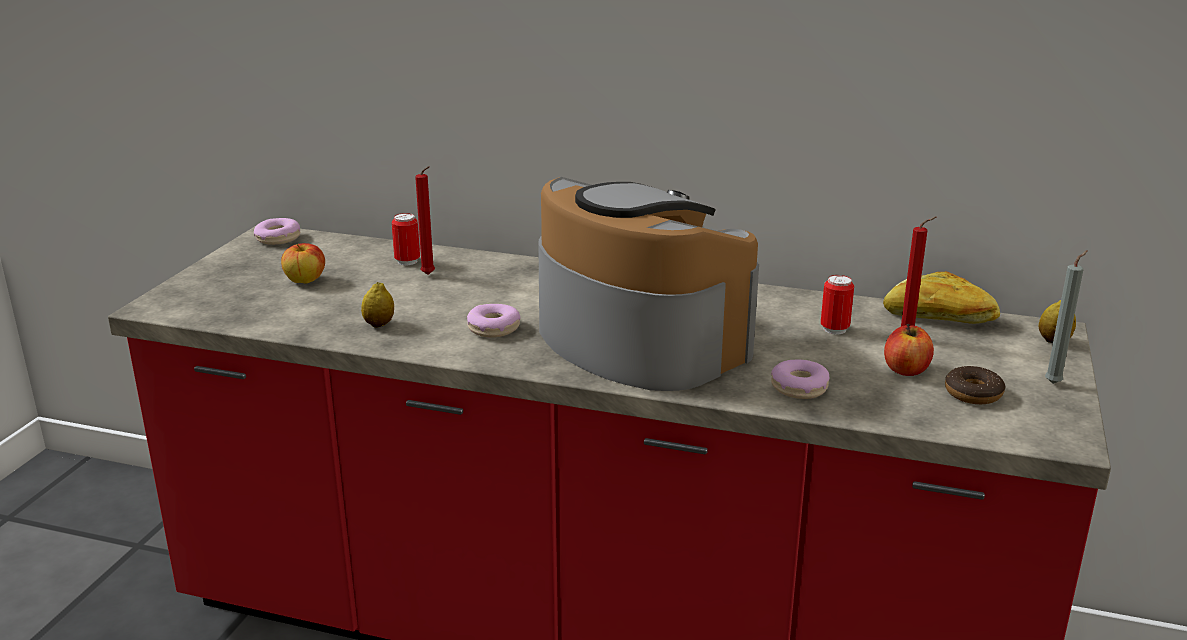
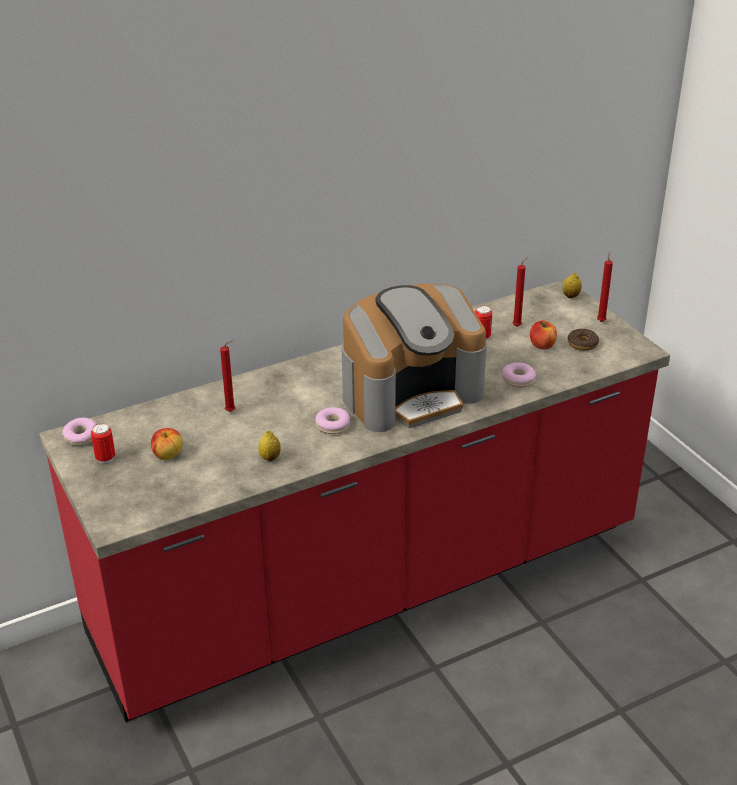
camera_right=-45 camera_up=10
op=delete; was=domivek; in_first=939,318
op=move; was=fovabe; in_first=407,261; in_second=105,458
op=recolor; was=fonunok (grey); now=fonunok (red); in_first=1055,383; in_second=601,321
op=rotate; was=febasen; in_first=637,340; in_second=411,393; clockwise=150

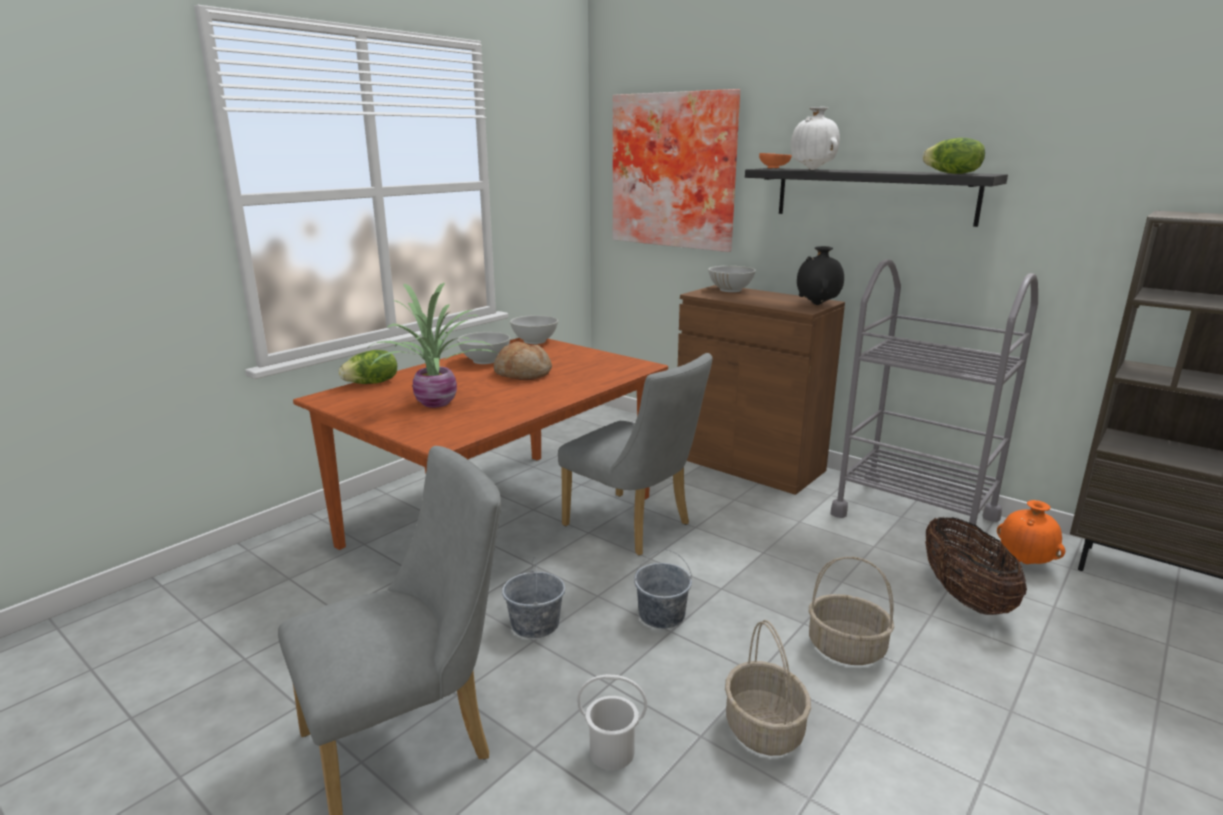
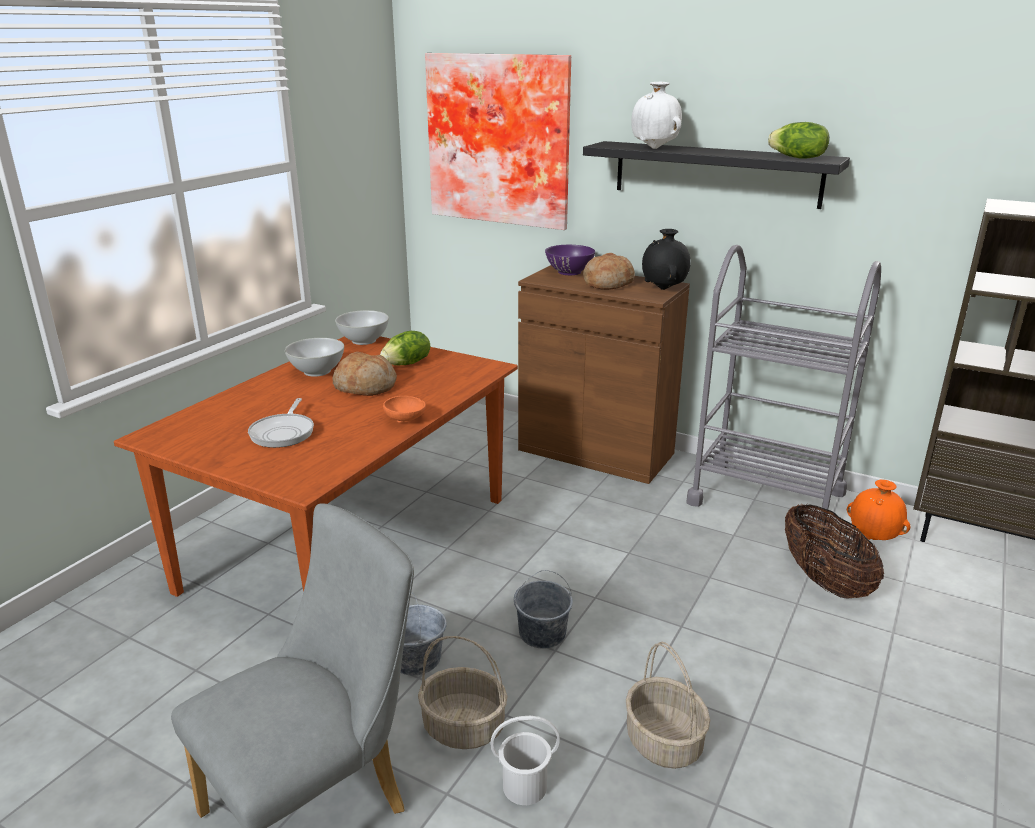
camera_right=-10 camera_up=5
op=delete; was=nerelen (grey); in_first=634,527
op=insert; now=domivek; in_second=608,283
op=move; was=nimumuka; in_first=372,383; in_second=407,364
op=move; was=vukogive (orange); in_first=775,168; in_second=406,420
op=move; was=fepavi; in_first=845,648; in_second=462,728
op=replace; was=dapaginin; now=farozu; in_first=438,402; in_second=284,432
op=recolor; was=vukogive (white); now=vukogive (purple); in_first=730,290; in_second=569,272

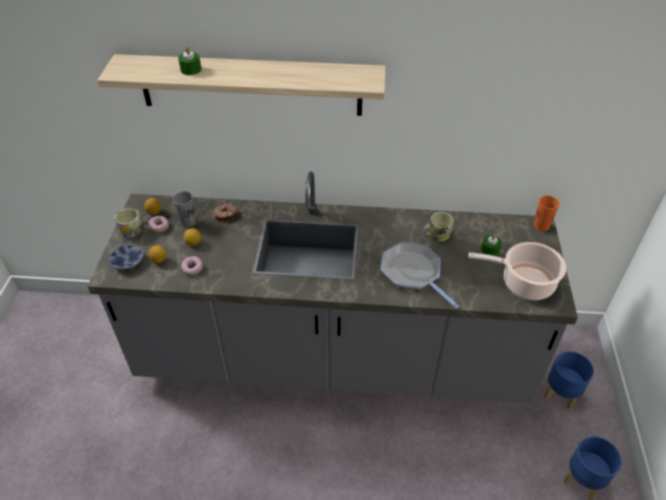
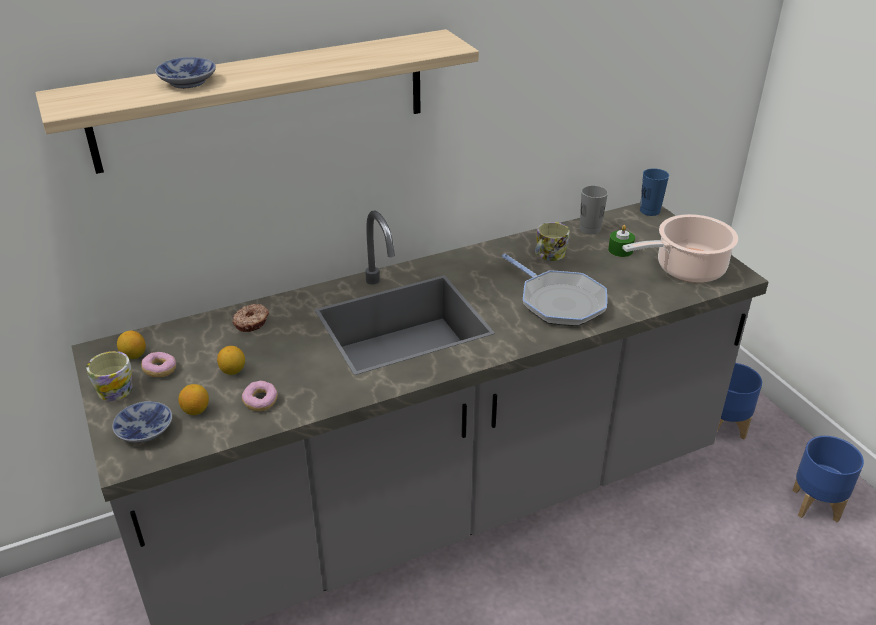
camera_right=-30 camera_up=-10
op=move; was=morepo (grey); in_first=188,221; in_second=590,229
op=replace; was=fonunok (green); now=vukogive; in_first=191,69; in_second=186,81
op=recolor; was=morepo (orange); now=morepo (blue); in_first=541,225; in_second=650,211
op=rotate; was=farozu; in_first=413,273; in_second=559,302; clockwise=-150

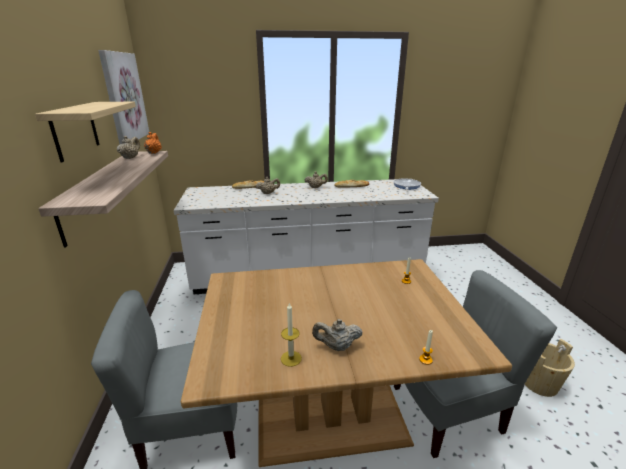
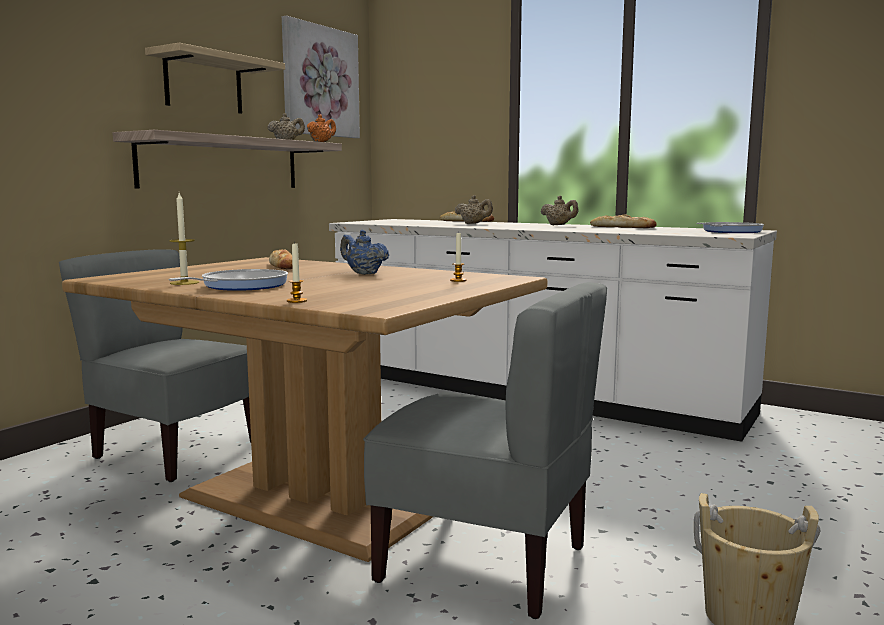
camera_right=40 camera_up=-15
op=insert; now=domivek; in_second=283,266
op=insert; now=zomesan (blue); in_second=363,273
op=replace; was=zomesan (beige); now=farozu; in_first=337,346; in_second=240,286

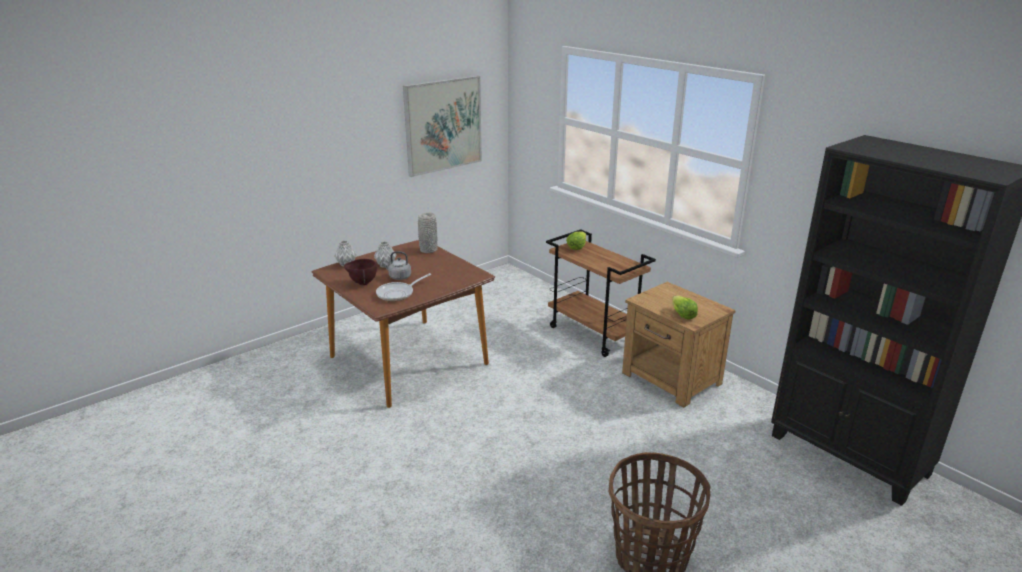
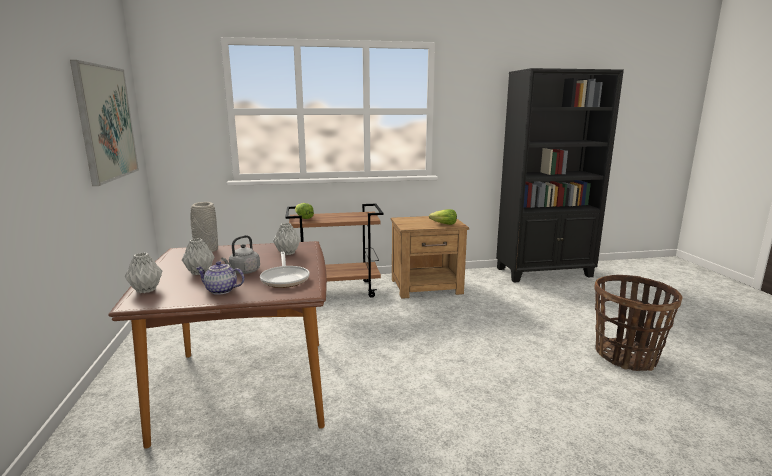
camera_right=-60 camera_up=-10
op=insert; now=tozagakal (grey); in_second=287,253
op=replace; was=vukogive (brown); now=zomesan; in_first=362,283; in_second=220,291

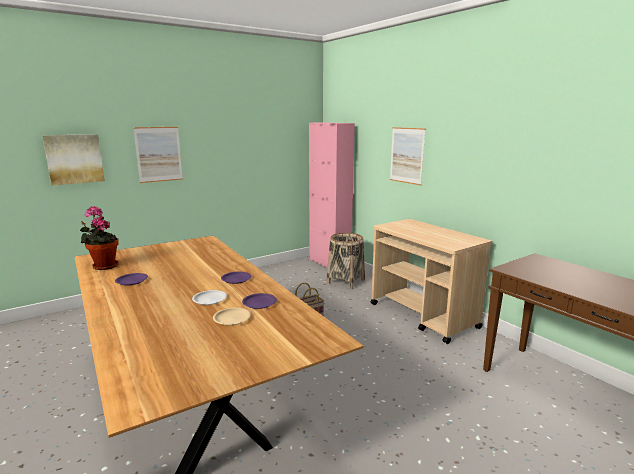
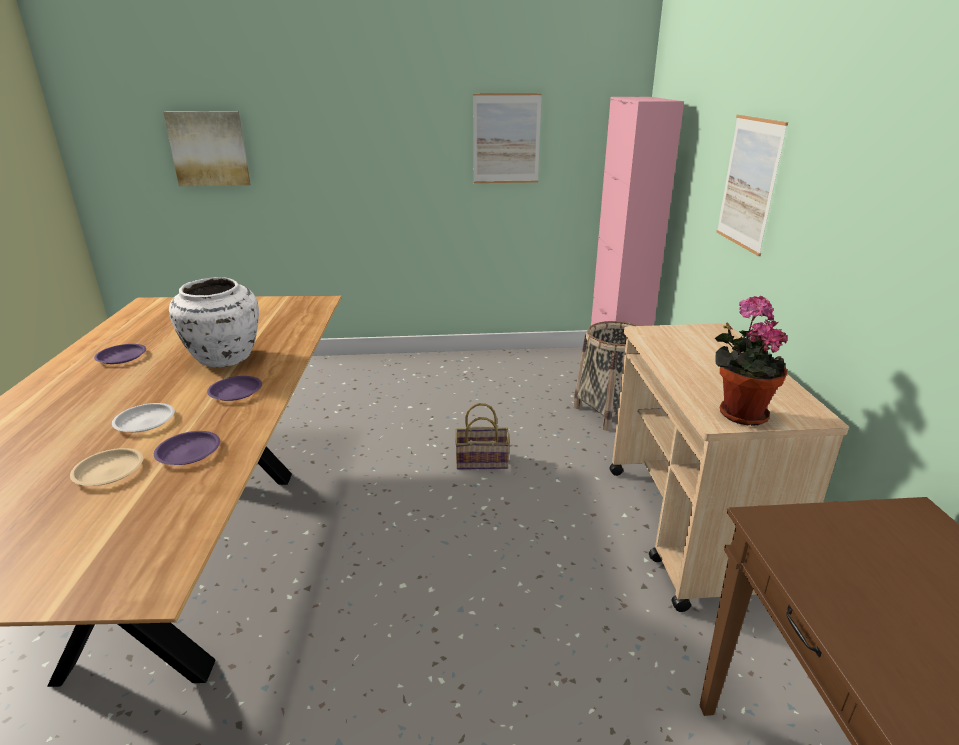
camera_right=30 camera_up=10
op=insert; now=tozagakal (white); in_second=223,359
op=move; was=dapaginin; in_first=103,266; in_second=738,413
op=move; was=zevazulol; in_first=159,154; in_second=506,139

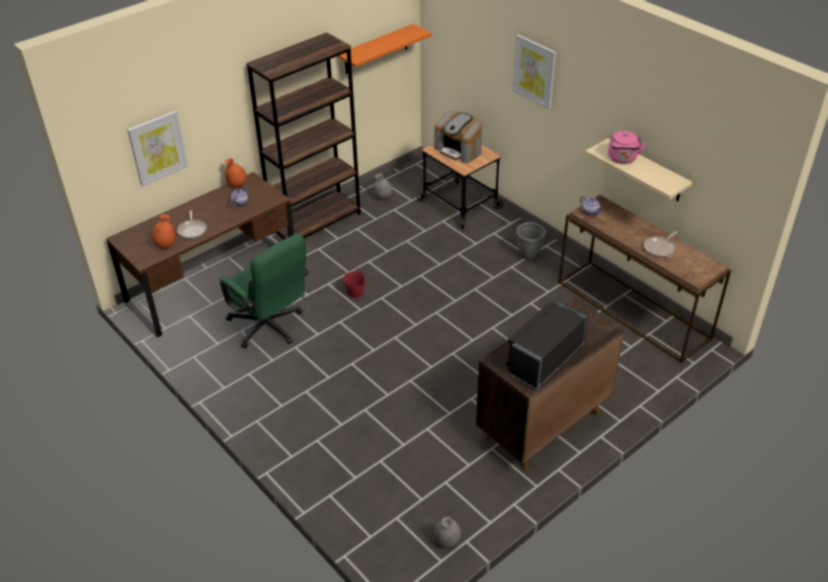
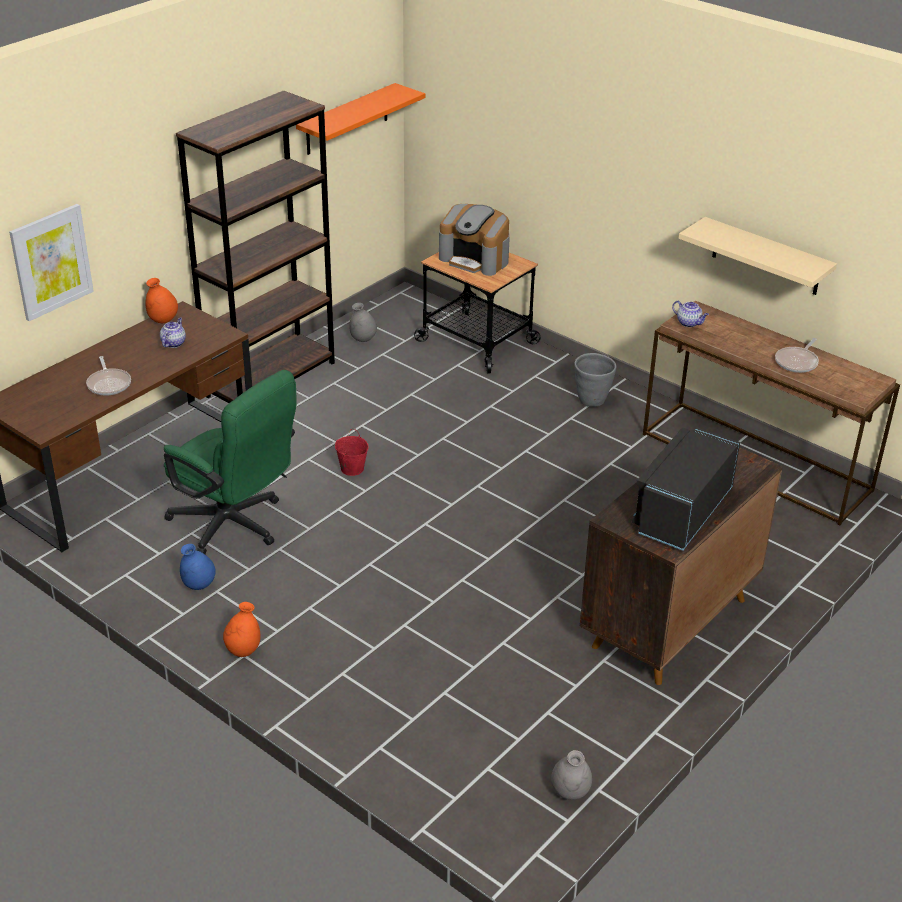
camera_right=-10 camera_up=-5
op=delete; was=zevazulol; in_first=534,71
op=delete; was=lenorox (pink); in_first=622,159
op=insert; now=tozagakal (blue); in_second=199,585
op=move; was=tozagakal (orange); in_first=166,245; in_second=243,650

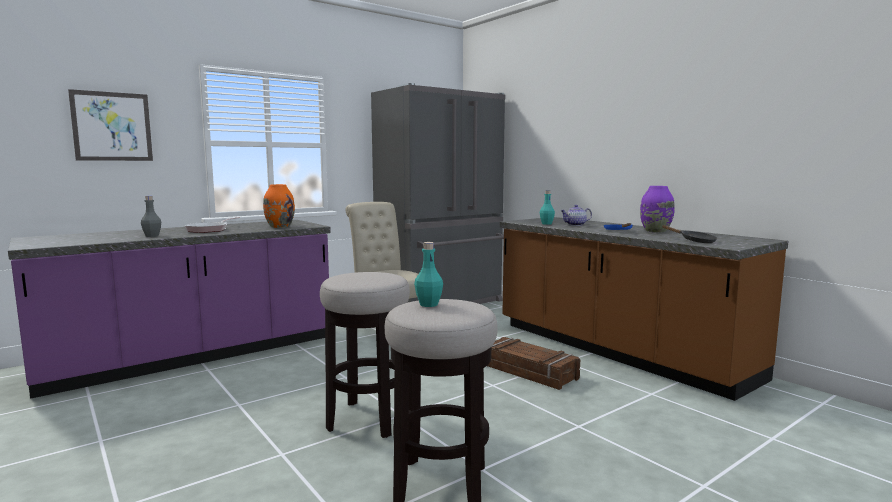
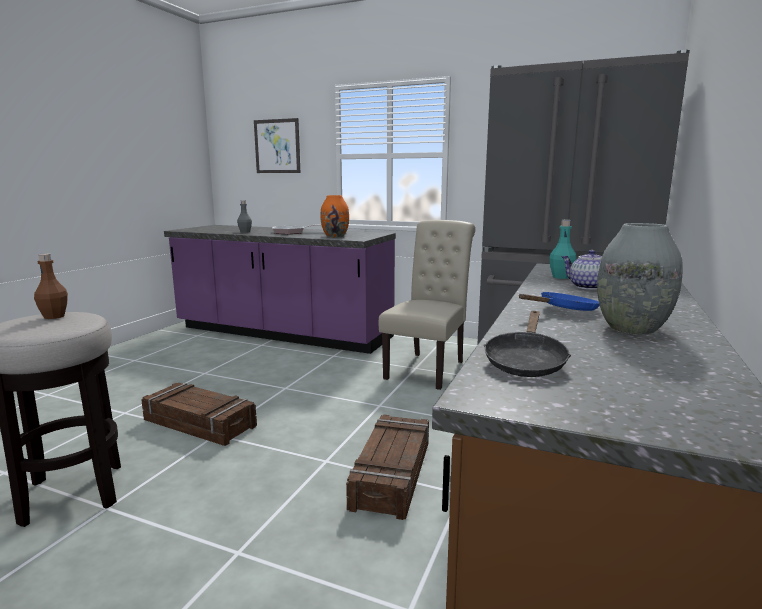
camera_right=60 camera_up=5
op=replace; was=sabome; now=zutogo; in_first=368,419; in_second=199,423
op=recolor; was=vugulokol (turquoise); now=vugulokol (brown); in_first=428,304; in_second=54,316
op=recolor; was=tozagakal (purple); now=tozagakal (grey); in_first=655,231; in_second=631,328

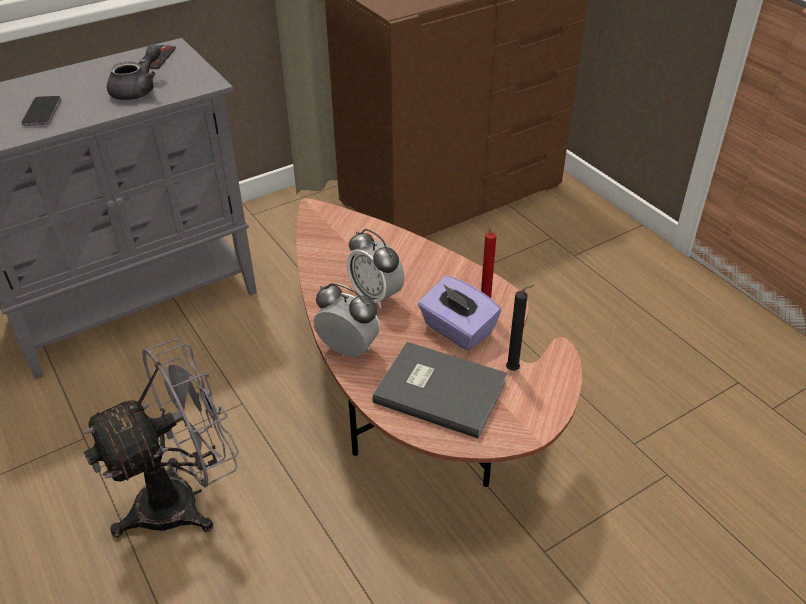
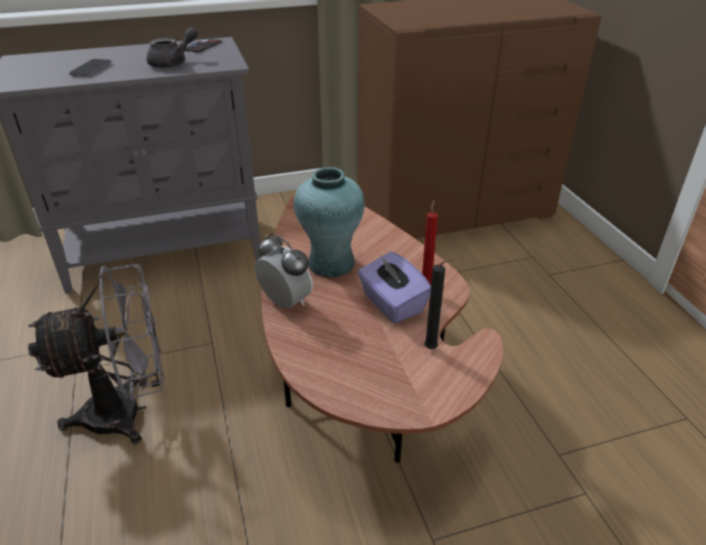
camera_right=15 camera_up=-5
op=delete; was=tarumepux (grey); in_first=439,389
op=replace; was=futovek; now=tozagakal (turquoise); in_first=376,296; in_second=331,263

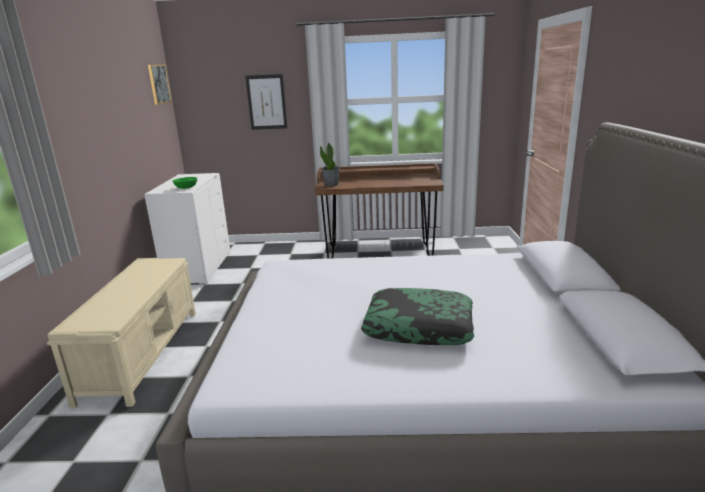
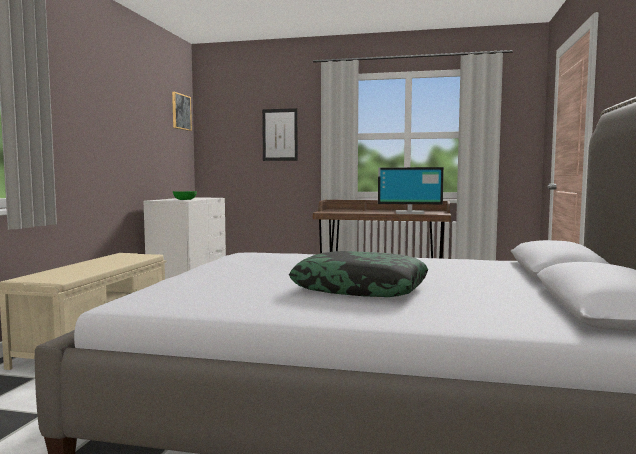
camera_right=10 camera_up=-15
op=delete; was=dapaginin; in_first=331,185
op=insert; now=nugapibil; in_second=409,213

